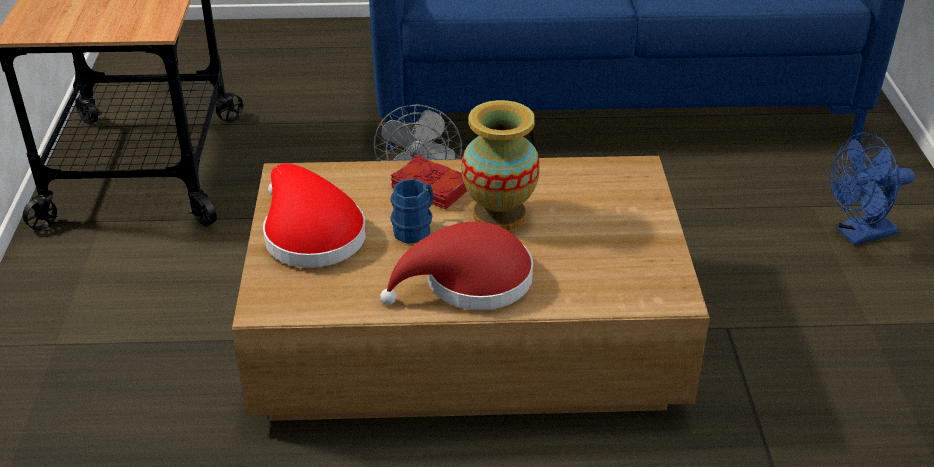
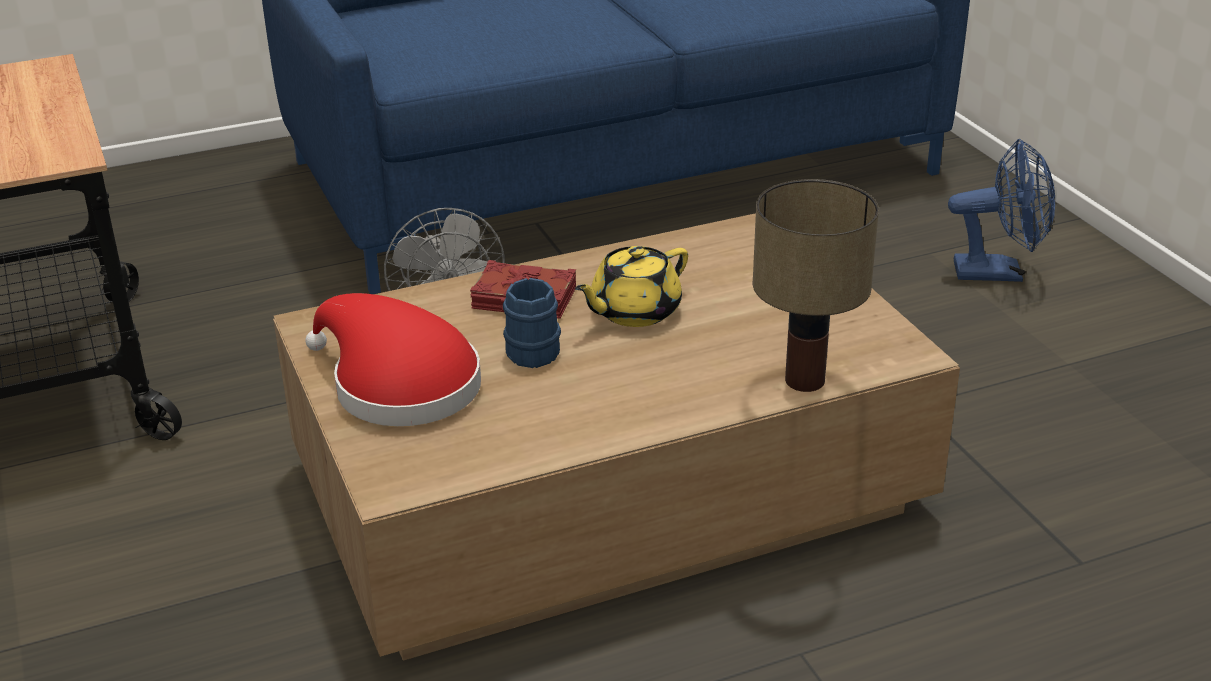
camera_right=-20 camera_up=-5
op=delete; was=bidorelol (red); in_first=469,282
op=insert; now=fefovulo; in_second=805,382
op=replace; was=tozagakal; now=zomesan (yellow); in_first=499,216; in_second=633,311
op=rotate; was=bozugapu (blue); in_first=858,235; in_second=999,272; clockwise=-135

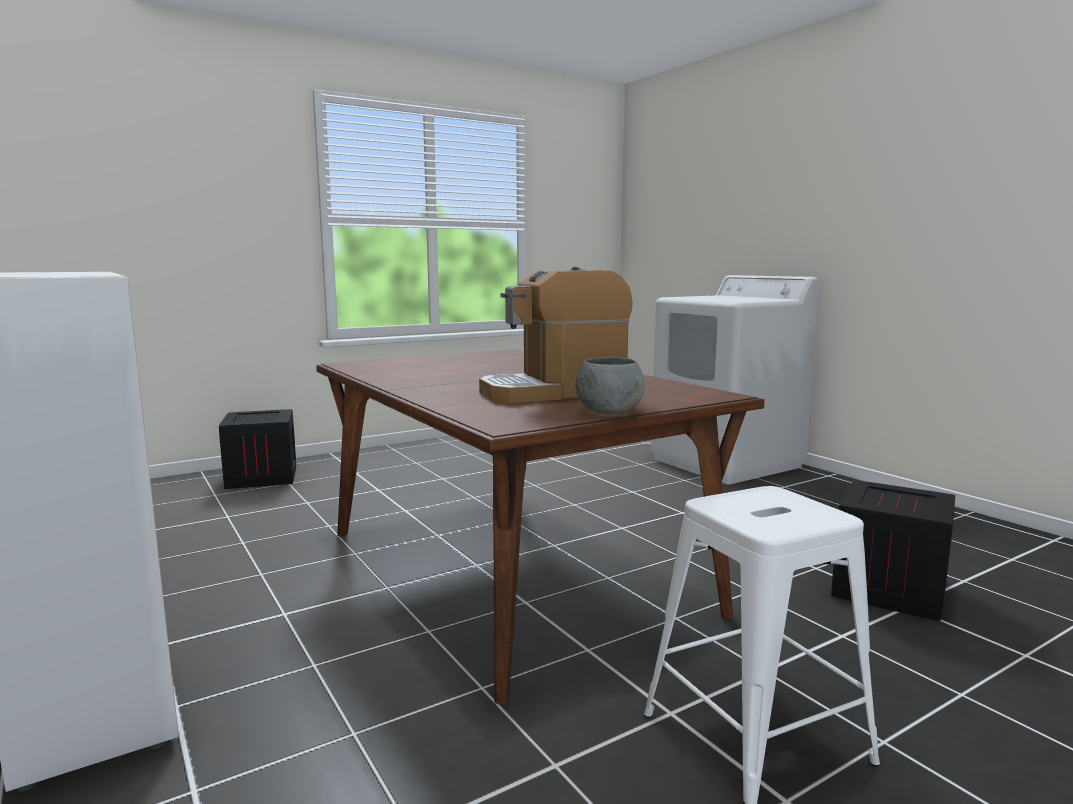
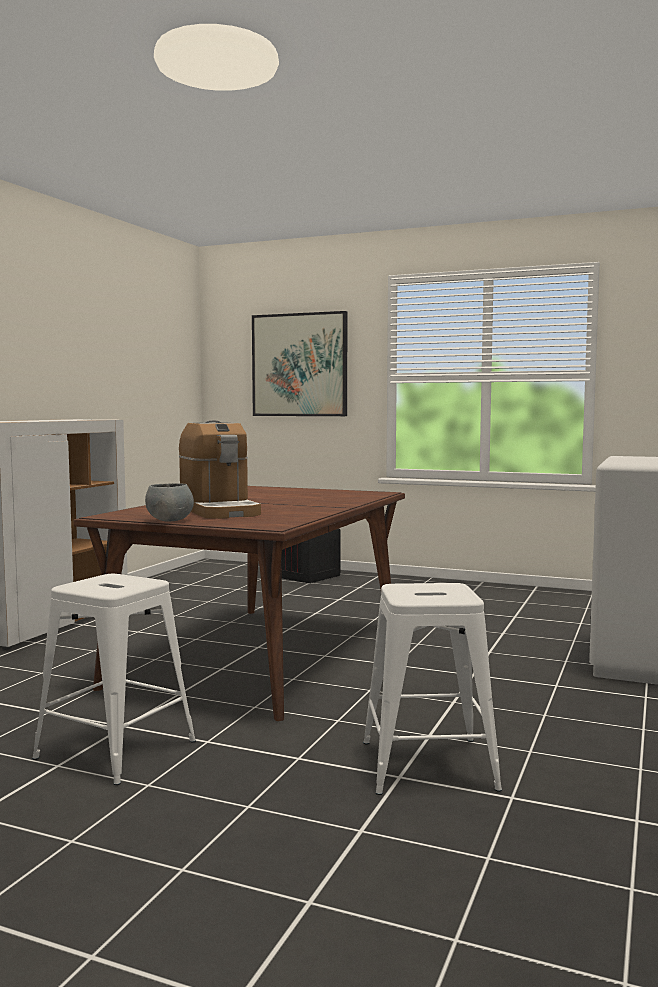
camera_right=55 camera_up=-5
op=insert; now=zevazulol; in_second=300,365
op=replace; was=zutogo; now=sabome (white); in_first=887,589; in_second=427,765
op=rotate; was=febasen; in_first=553,392; in_second=219,511; clockwise=-150

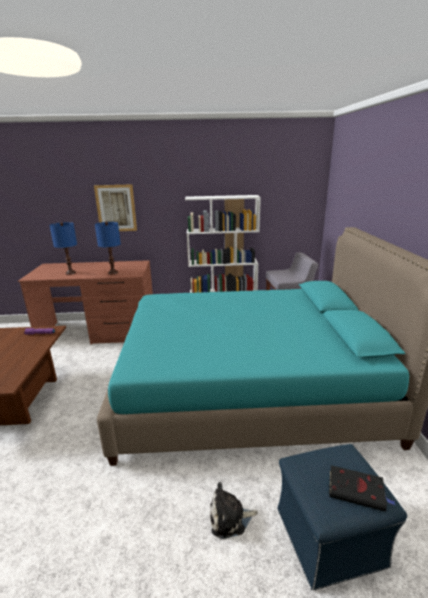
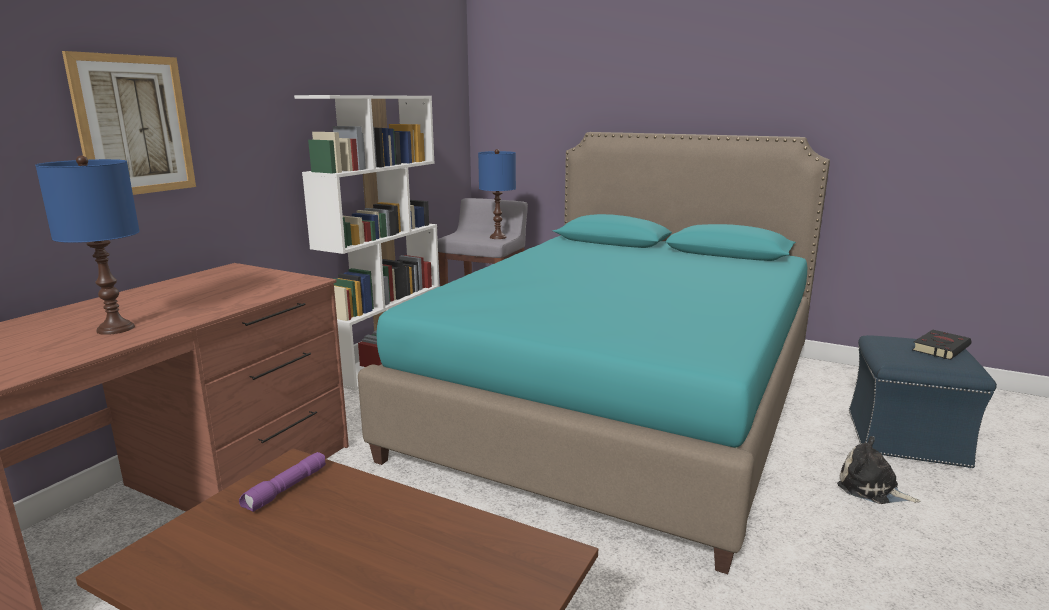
camera_right=-60 camera_up=-5
op=move; was=fefovulo (blue); in_first=113,272; in_second=498,237
op=rotate; was=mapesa; in_first=230,518; in_second=871,488; clockwise=105

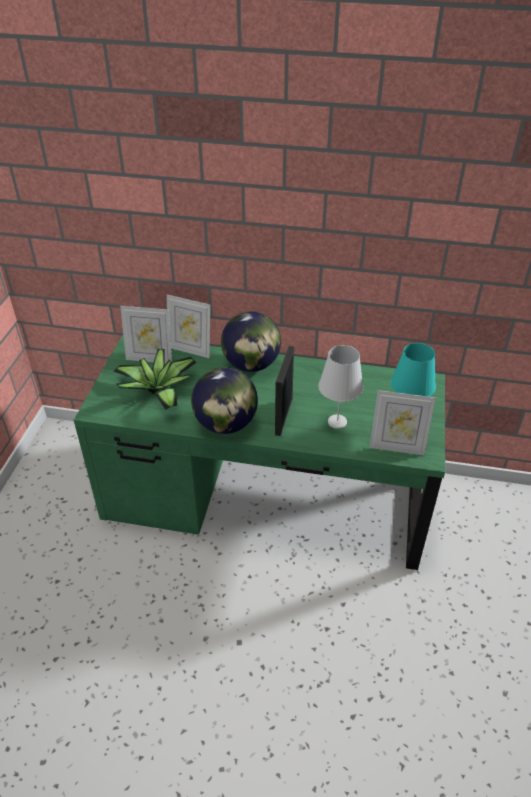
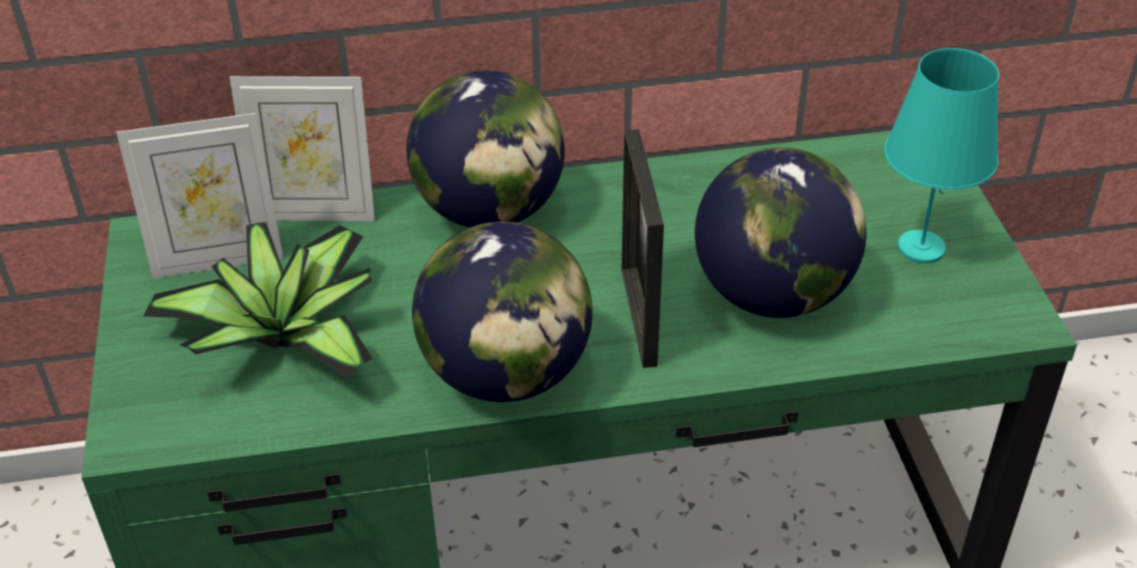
camera_right=-20 camera_up=0
op=delete; was=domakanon; in_first=396,447
op=replace; was=fefovulo (white); now=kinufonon; in_first=337,422; in_second=772,295

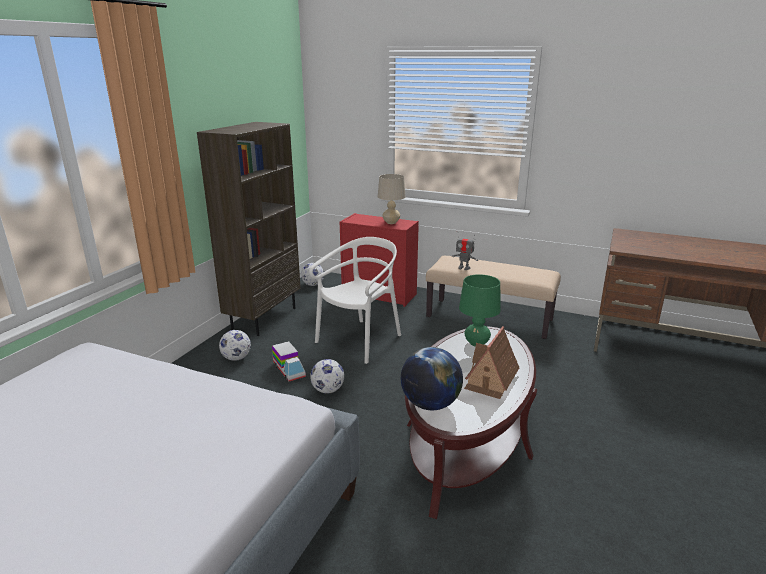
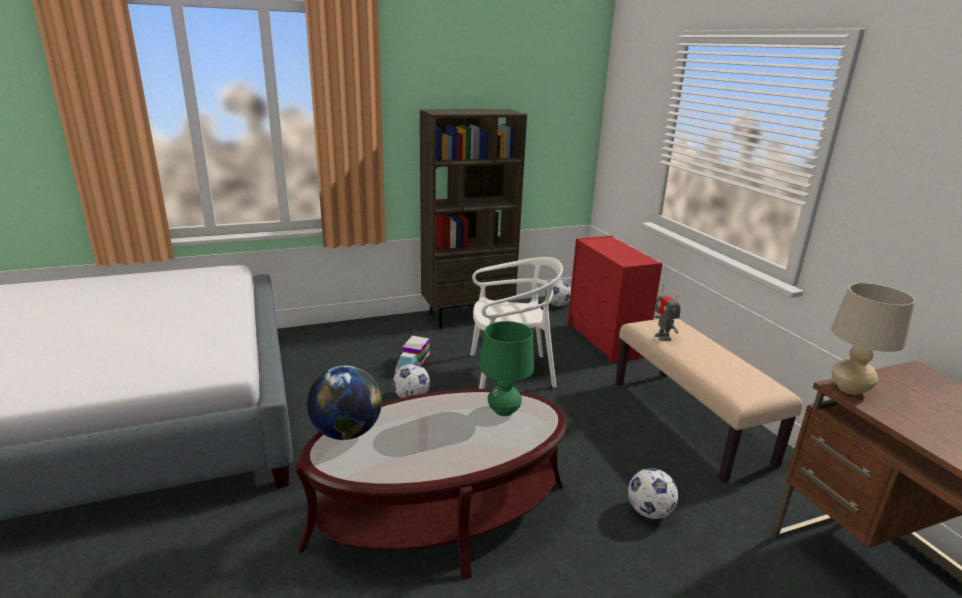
camera_right=45 camera_up=0
op=delete; was=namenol; in_first=491,379
op=move; was=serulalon; in_first=236,358; in_second=649,511
op=move; was=fefovulo (beige); in_first=391,222; in_second=849,389

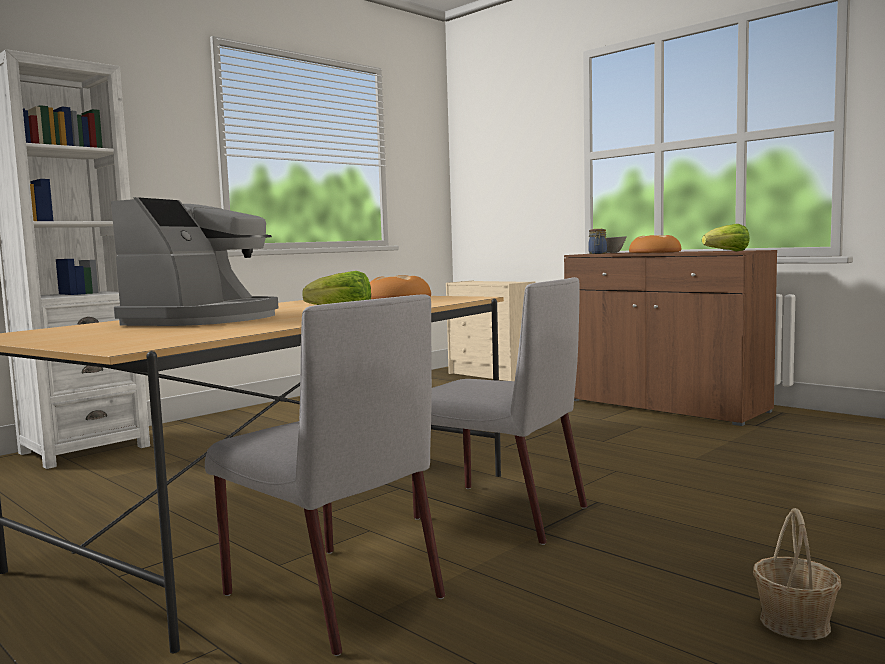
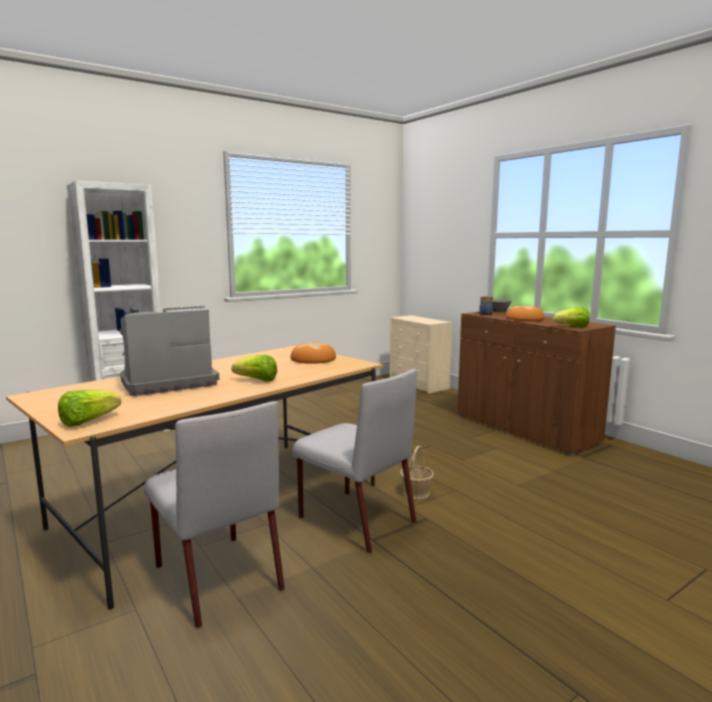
camera_right=10 camera_up=5
op=insert; now=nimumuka; in_second=88,421
op=move; was=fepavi; in_first=795,622; in_second=416,492
op=rotate; was=febasen; in_first=205,319; in_second=167,383; clockwise=-150

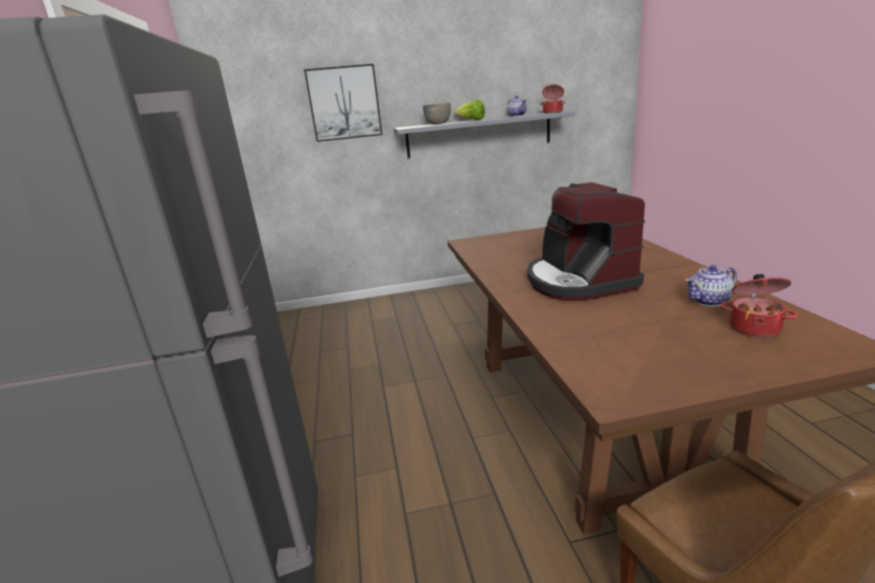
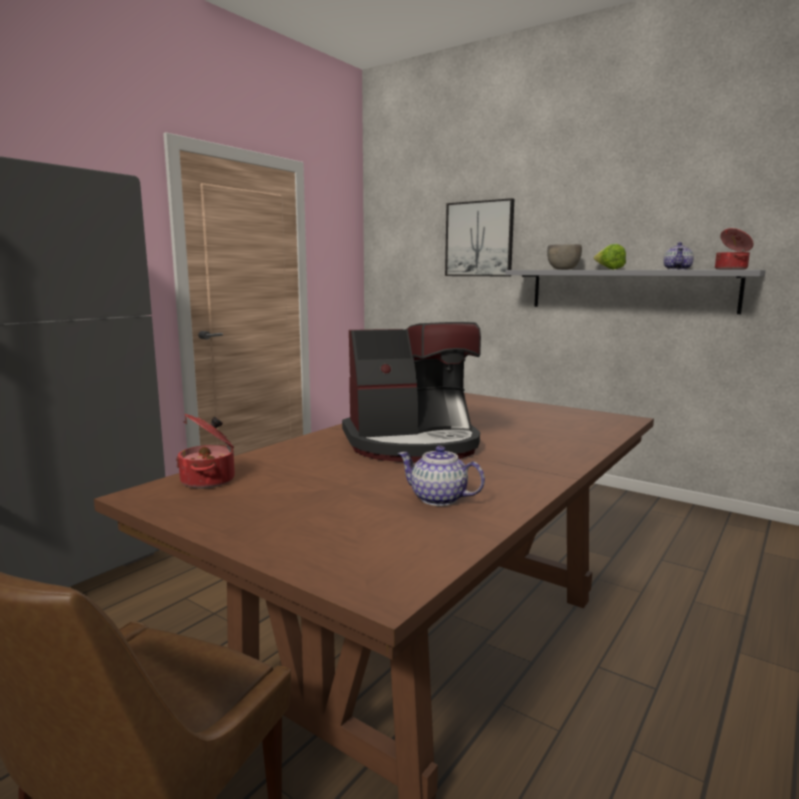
camera_right=45 camera_up=-10
op=move; was=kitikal; in_first=754,327; in_second=209,480
op=rotate; was=febasen; in_first=578,281; in_second=412,444; clockwise=-135

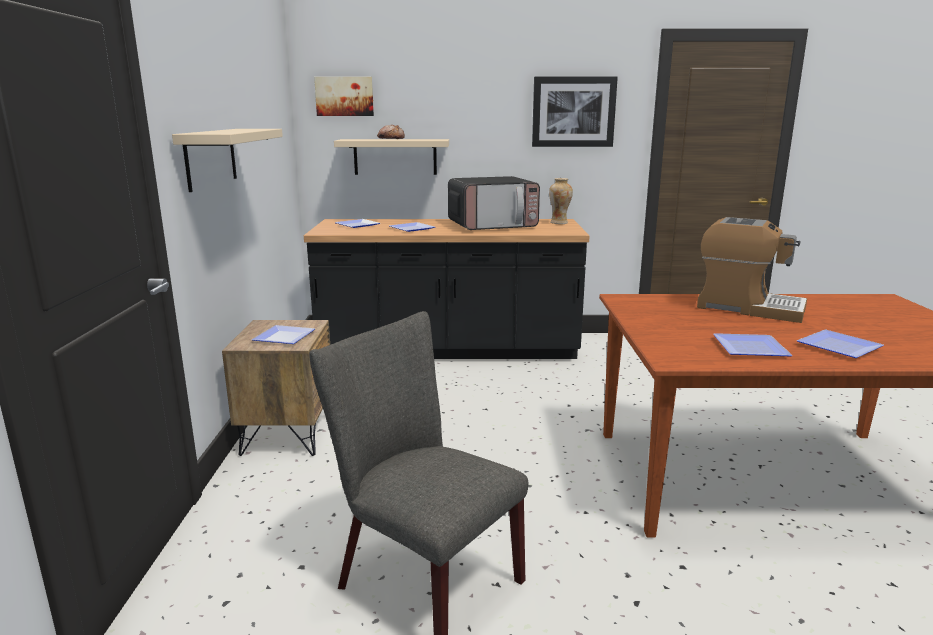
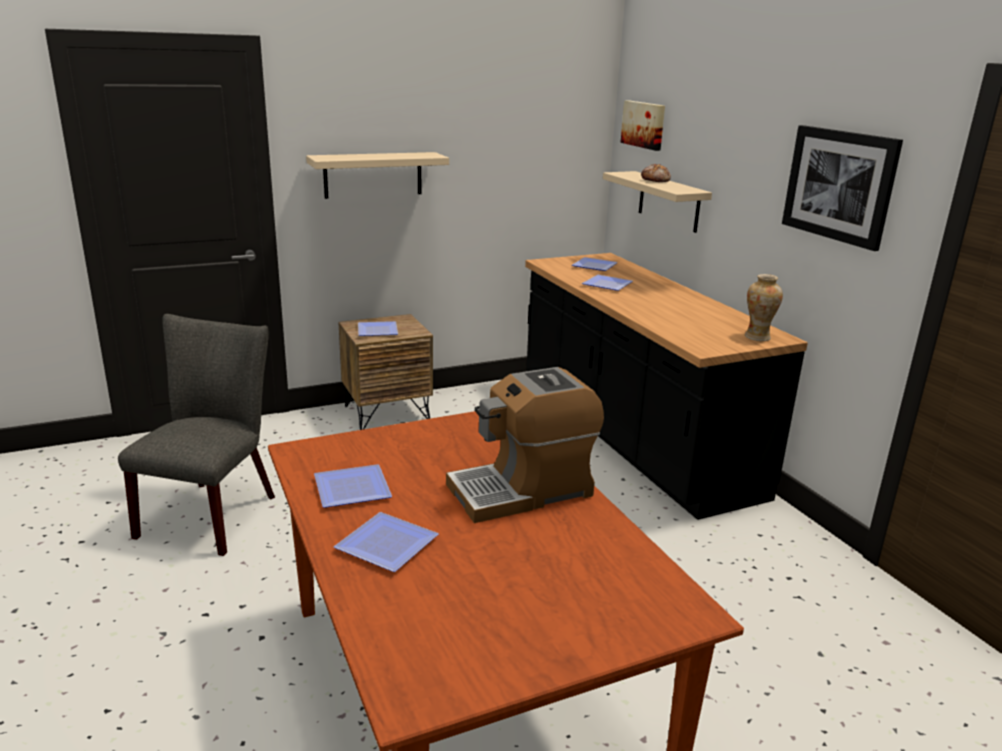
camera_right=65 camera_up=5
op=delete; was=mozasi; in_first=492,225
op=rotate; was=febasen; in_first=748,307; in_second=522,490; clockwise=60

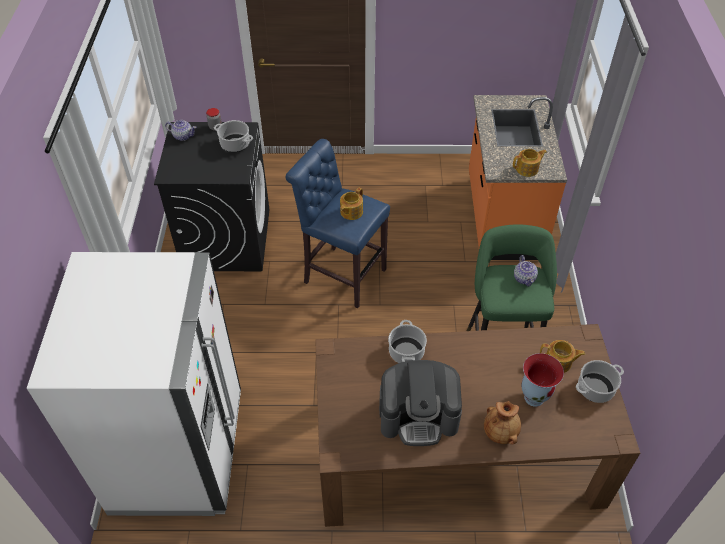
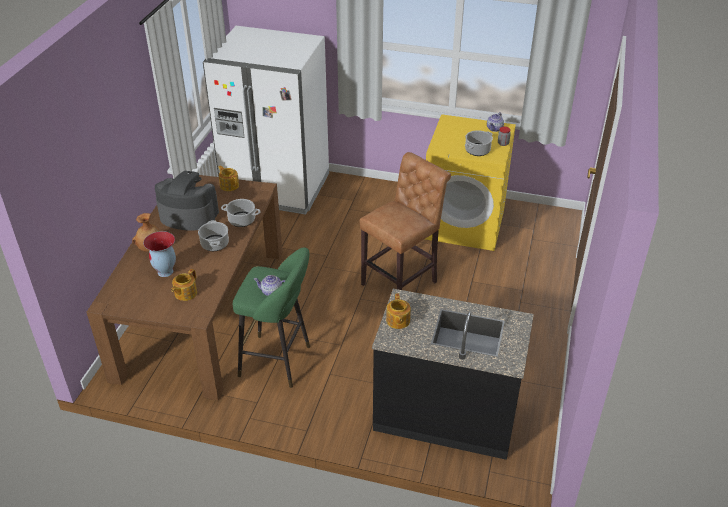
camera_right=105 camera_up=-10
op=move; was=zomesan; in_first=351,212; in_second=229,185
op=move; was=kitikal; in_first=595,389; in_second=214,244
op=recolor; was=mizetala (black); now=mizetala (yellow); in_first=226,239; in_second=464,224
op=recolor; was=sabome (blue); now=sabome (brown); in_first=341,274; in_second=402,282
op=recolor; was=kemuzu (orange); now=kemuzu (black); in_first=501,216; in_second=446,414
op=rotate; was=febasen; in_first=418,415; in_second=188,216; clockwise=90

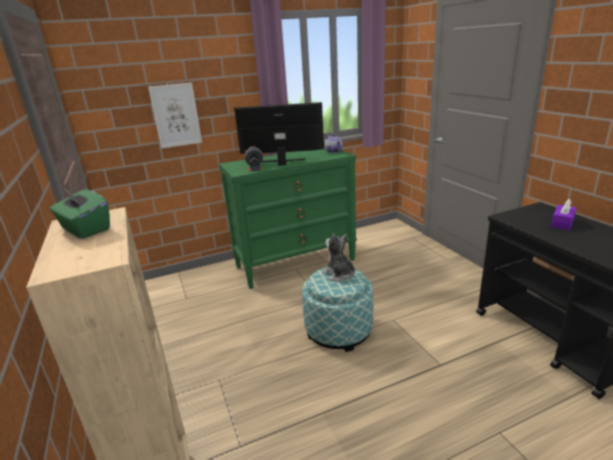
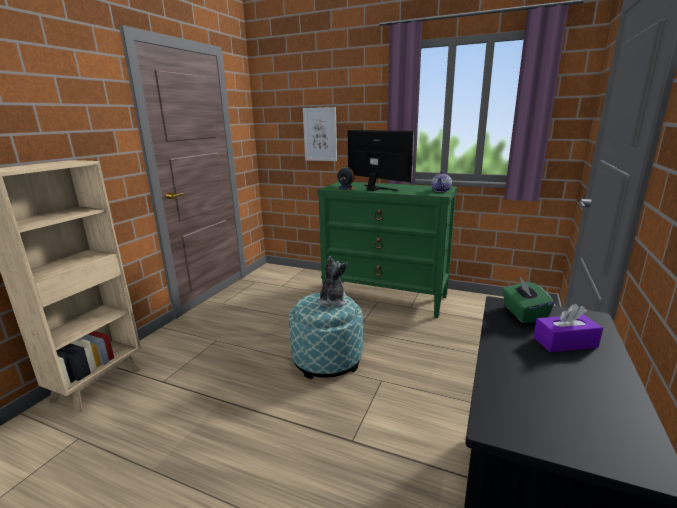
camera_right=45 camera_up=-5
op=move; was=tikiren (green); in_first=85,229; in_second=523,314

